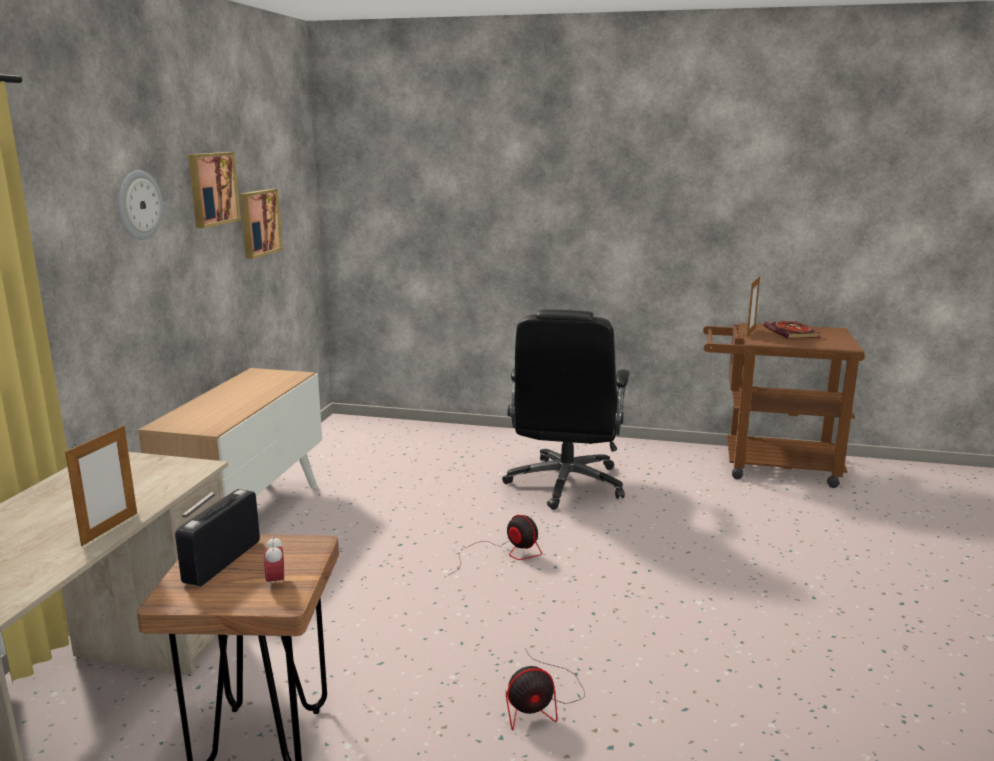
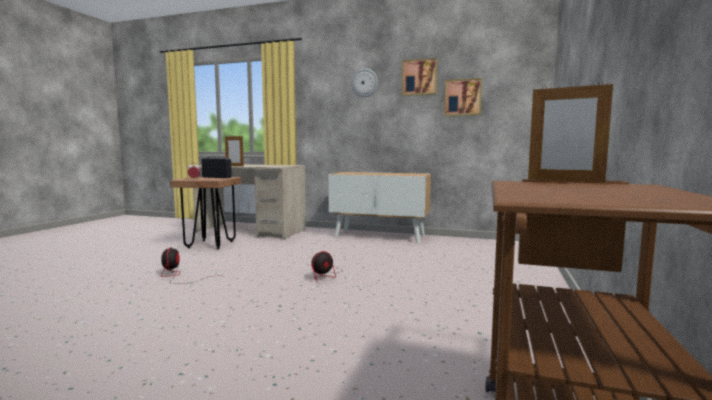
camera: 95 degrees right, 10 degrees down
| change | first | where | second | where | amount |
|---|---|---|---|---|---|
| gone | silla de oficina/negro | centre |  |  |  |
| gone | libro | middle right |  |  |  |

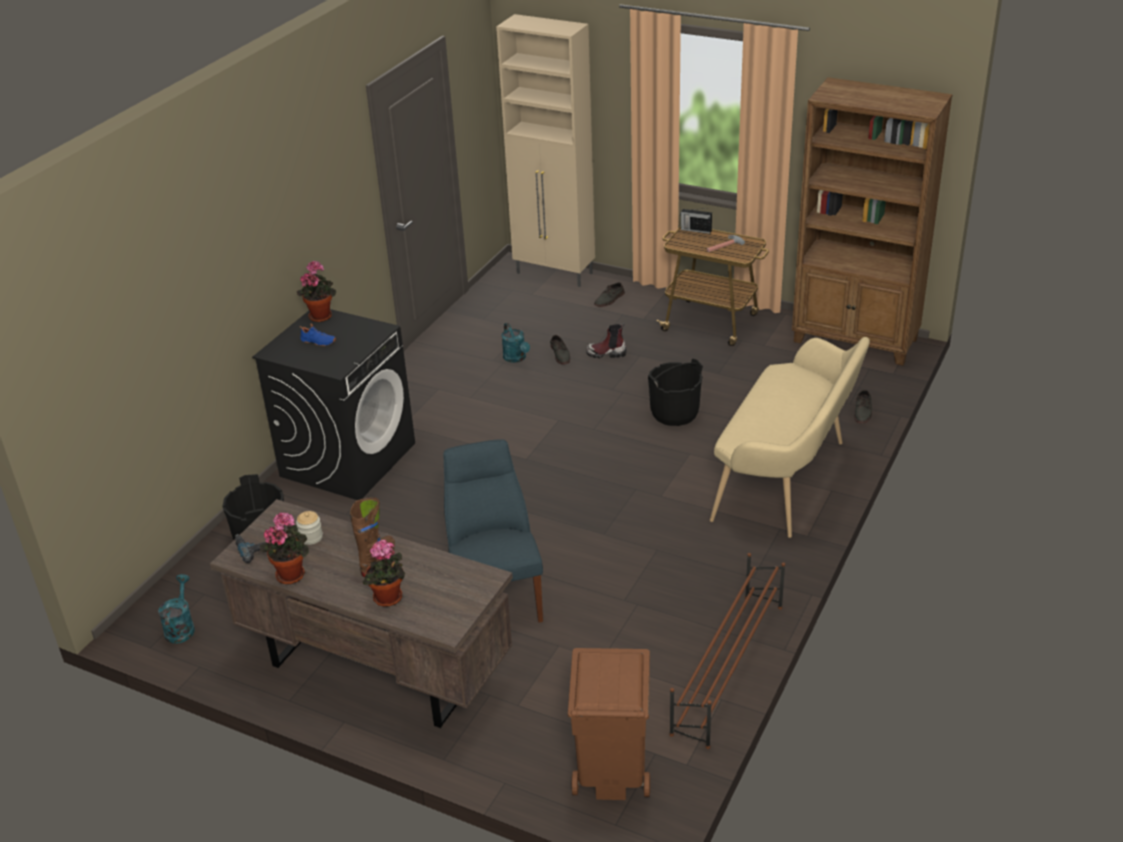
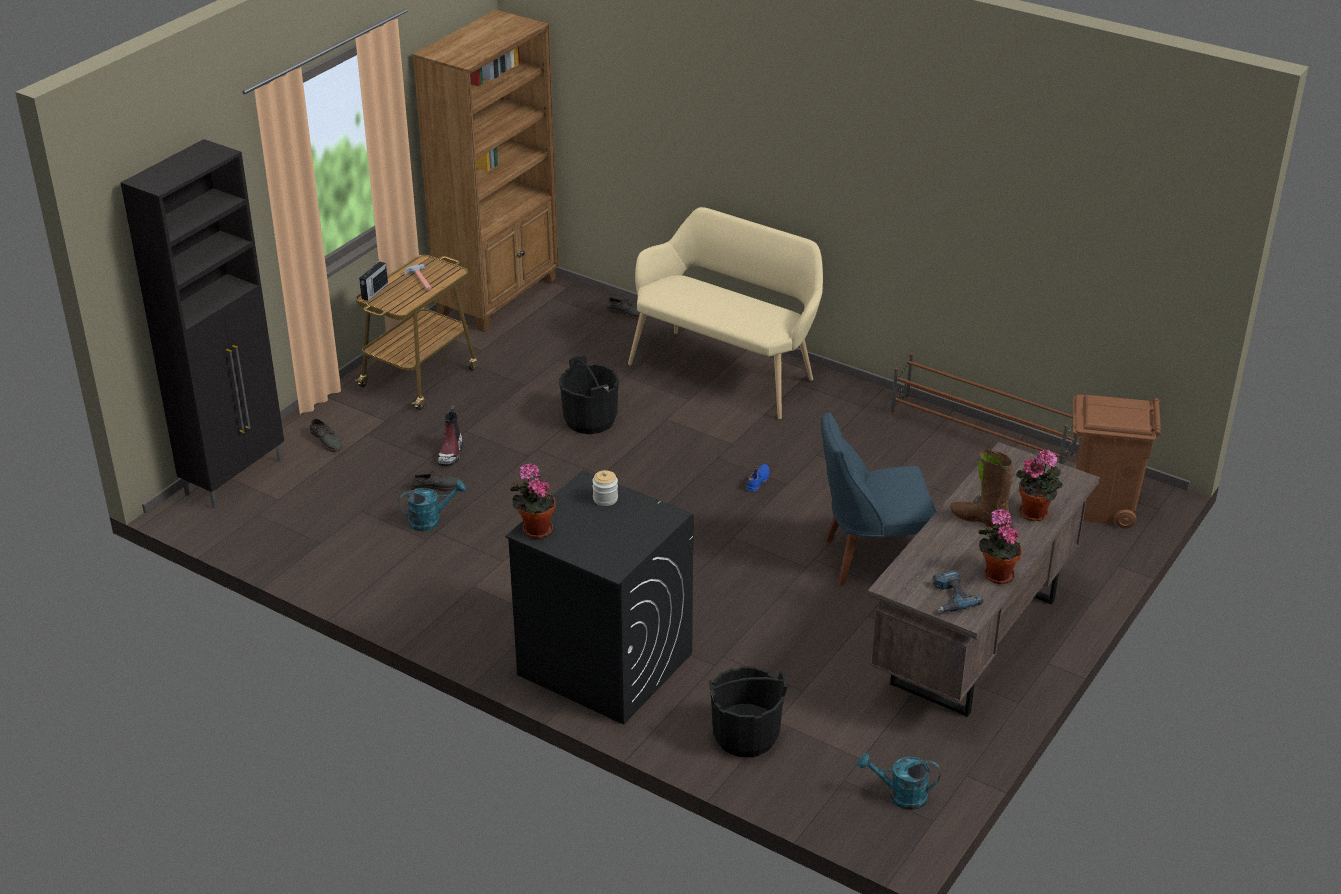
camera: 85 degrees left, 0 degrees up
| change | first | where | second | where | amount |
|---|---|---|---|---|---|
| shifted | tarro | middle left |  | centre |  |
| shifted | zapato/azul | middle left |  | centre |  |
| repainted | armario/beis | top centre | armario/negro | middle left |  |

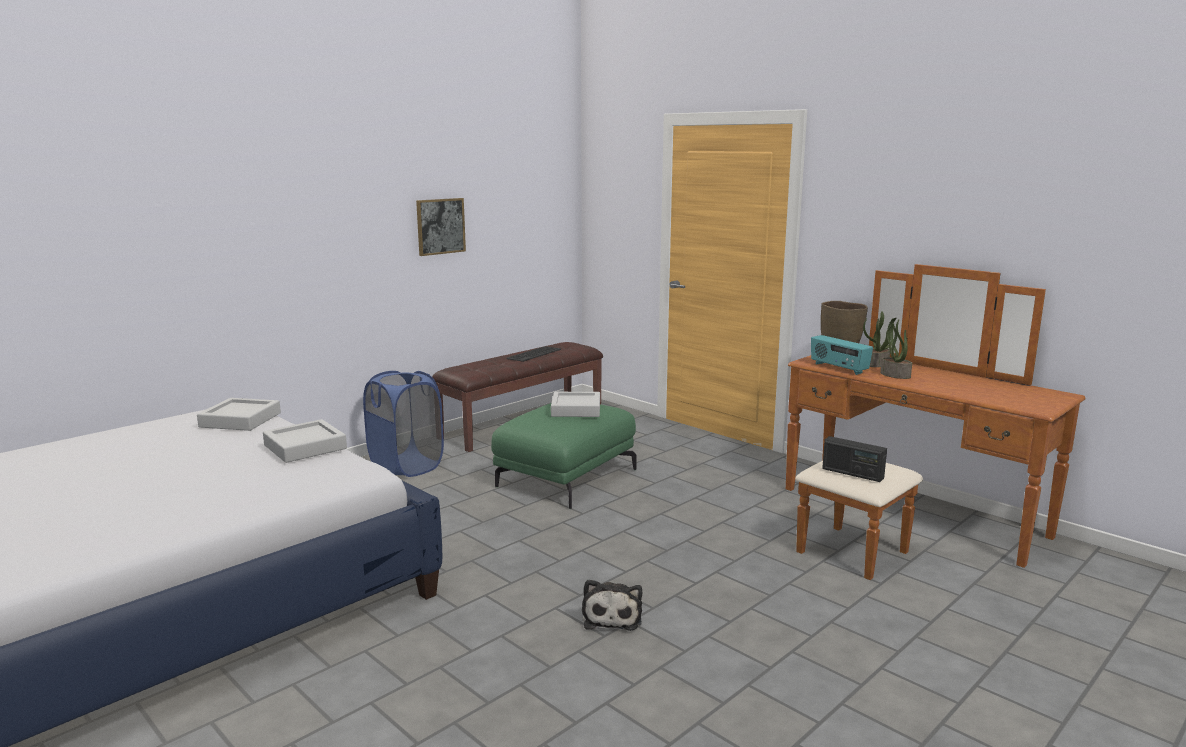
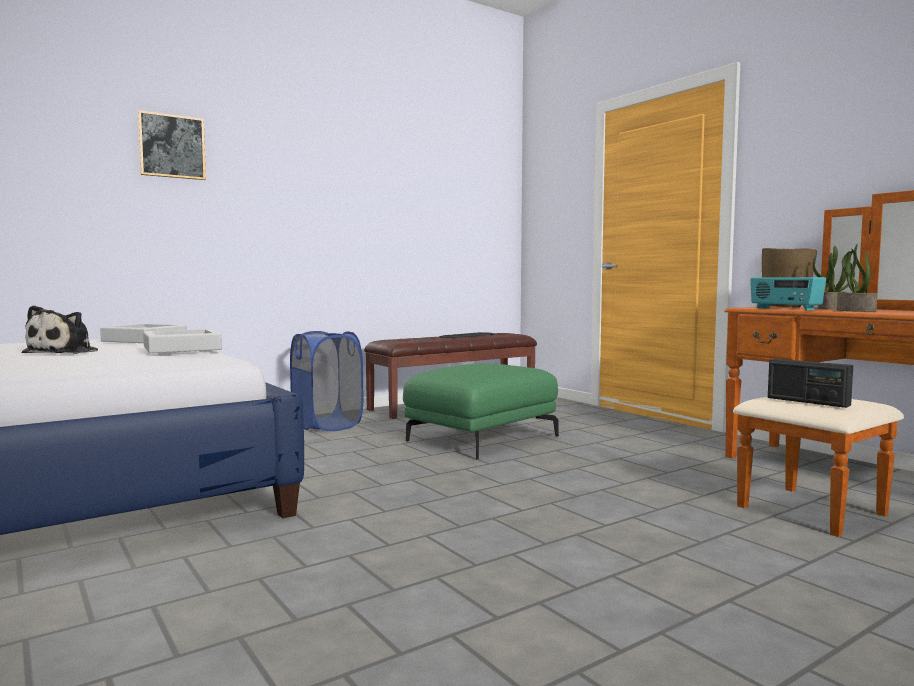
camera: 10 degrees right, 10 degrees down
| change | first | where | second | where | amount |
|---|---|---|---|---|---|
| shifted | cuadro | top centre |  | top left |  |
| gone | bandeja/gris (no. 3 from left) | centre |  |  |  |
| shifted | peluche | bottom centre |  | middle left |  |

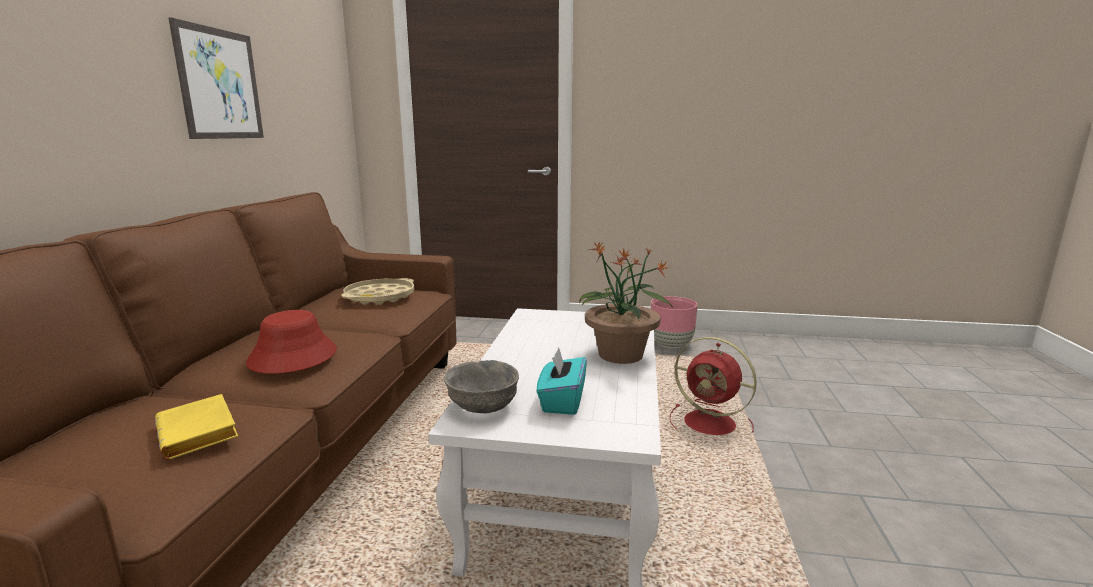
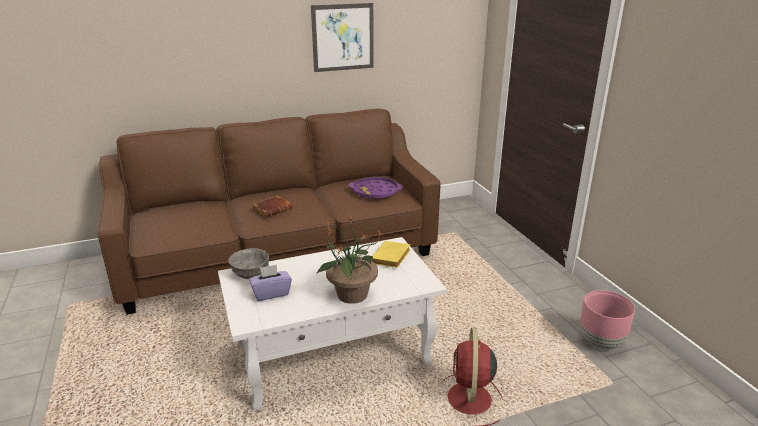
camera: 60 degrees right, 10 degrees up
| change | first | where | second | where | amount |
|---|---|---|---|---|---|
| shifted | libro/amarillo | bottom left |  | centre |  |
| swapped | sombrero/rojo | middle left | libro/marrón | centre |  |
| repainted | bandeja/beis | centre | bandeja/morado | centre |  |
| repainted | caja de pañuelos/turquesa | centre | caja de pañuelos/morado | centre |  |

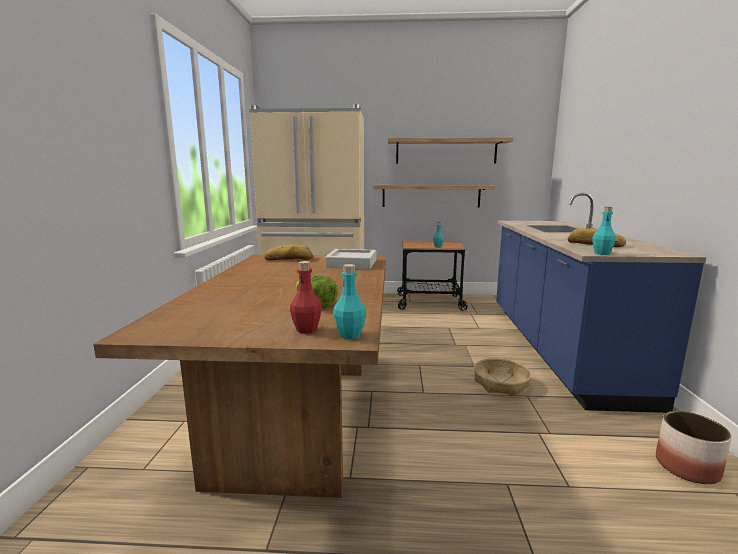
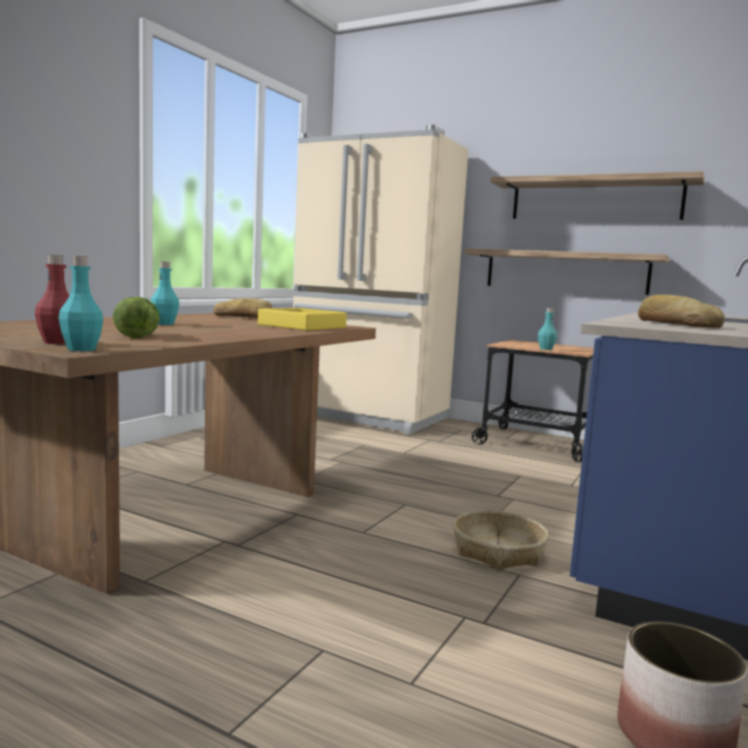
camera: 25 degrees right, 5 degrees down
| change | first | where | second | where | amount |
|---|---|---|---|---|---|
| repainted | bandeja/gris | centre | bandeja/amarillo | centre |  |
| shifted | botella/turquesa (no. 3 from left in the first image) | middle right | botella/turquesa (no. 2 from left) | middle left |  |

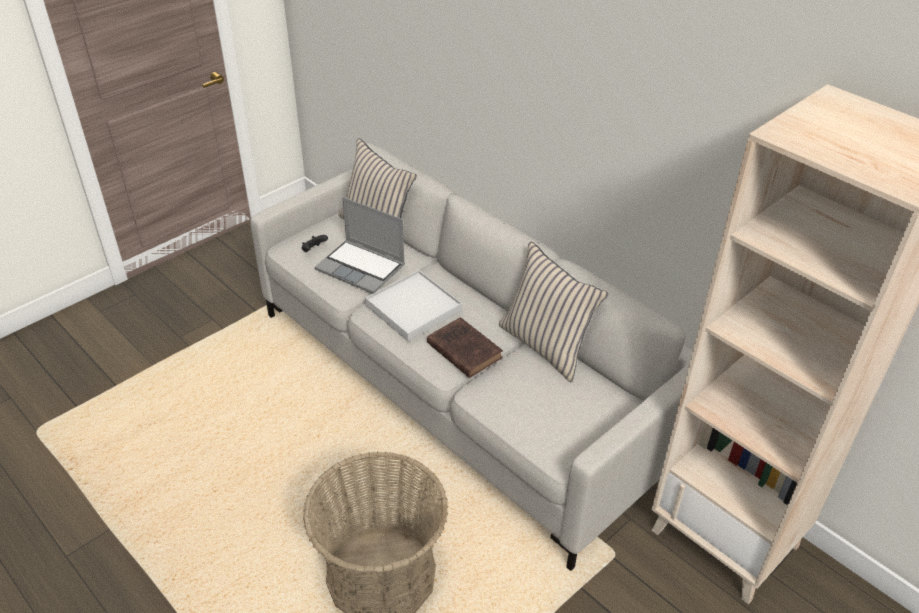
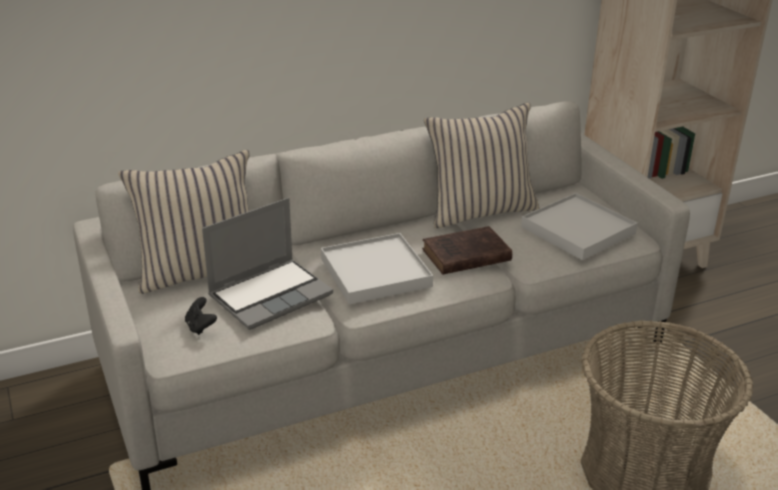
camera: 70 degrees left, 10 degrees down
| change | first | where | second | where | amount |
|---|---|---|---|---|---|
| new |  |  | bandeja/blanco (no. 2 from left) | middle right |  |

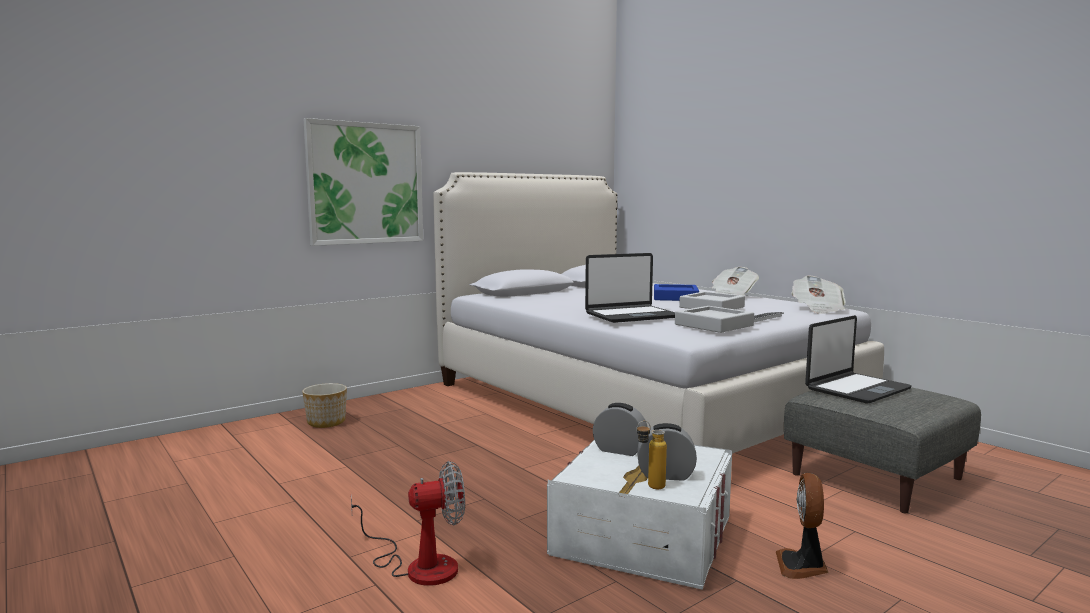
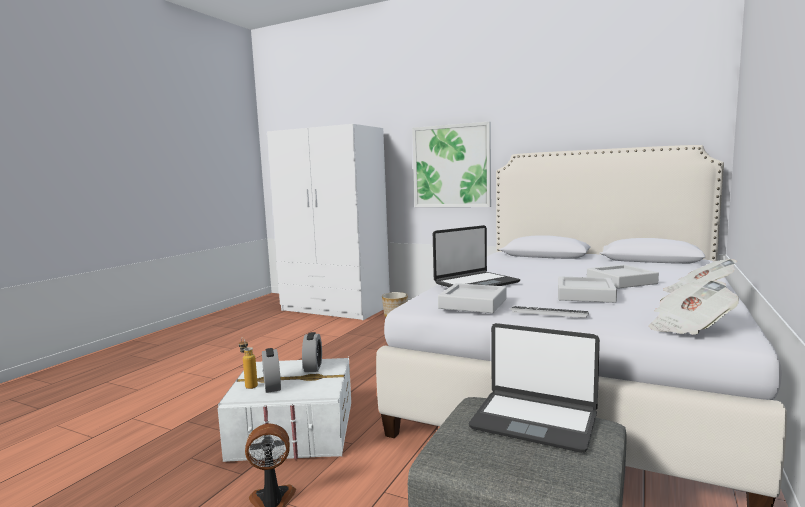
camera: 65 degrees right, 0 degrees up
| change | first | where | second | where | amount |
|---|---|---|---|---|---|
| gone | ventilador (no. 1 from left) | bottom centre |  |  |  |
| rotated | portátil (no. 1 from left) | centre |  | centre | 75 degrees counterclockwise |
| repainted | bandeja/azul | centre | bandeja/gris (no. 3 from left) | middle right |  |
| new |  |  | armario ropero/blanco | centre |  |

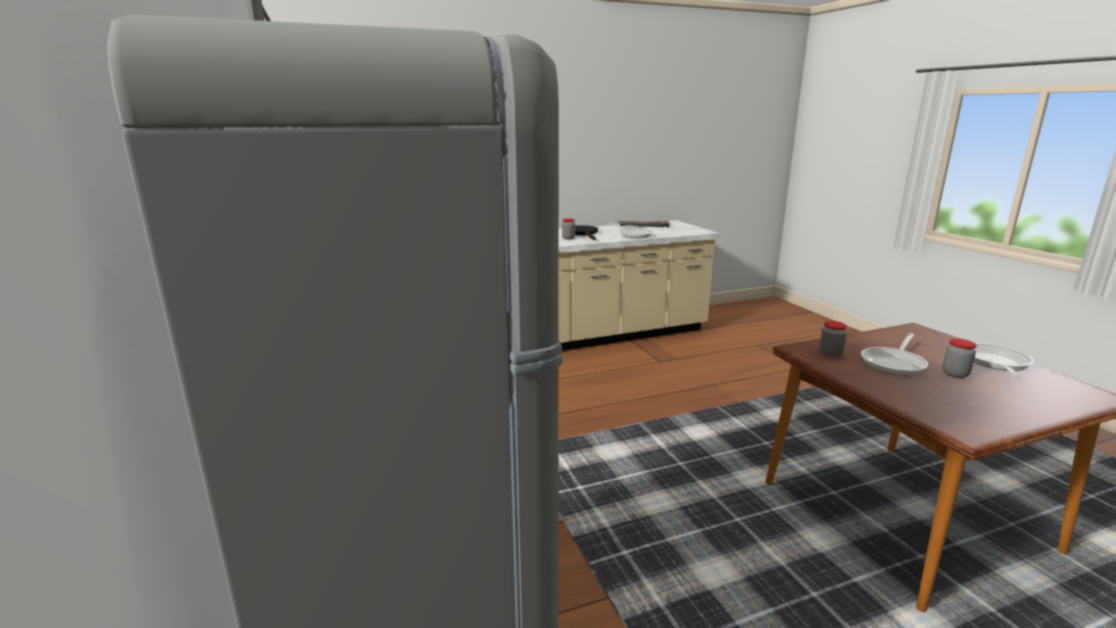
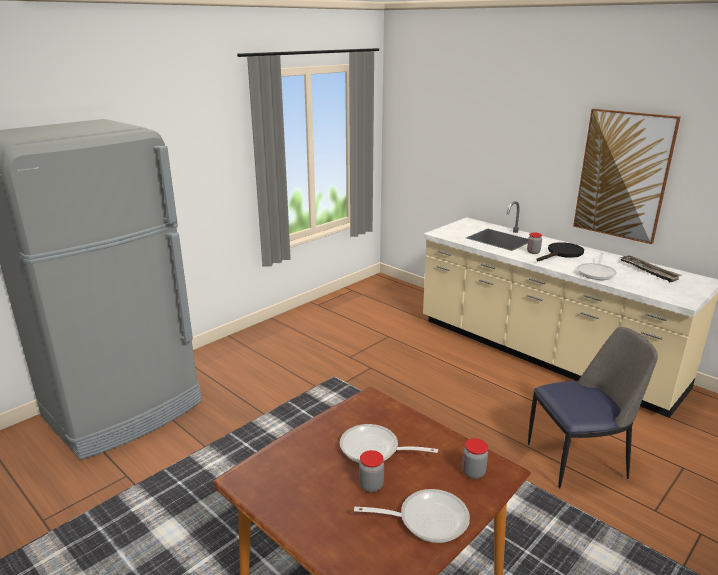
camera: 65 degrees right, 5 degrees up
| change | first | where | second | where | amount |
|---|---|---|---|---|---|
| shifted | tarro (no. 2 from left) | middle right |  | bottom centre |  |
| new |  |  | silla | bottom right |  |
| new |  |  | cuadro | top right |  |

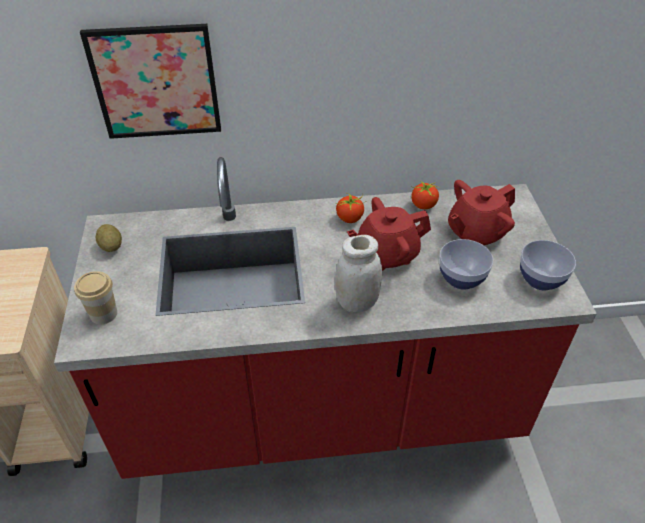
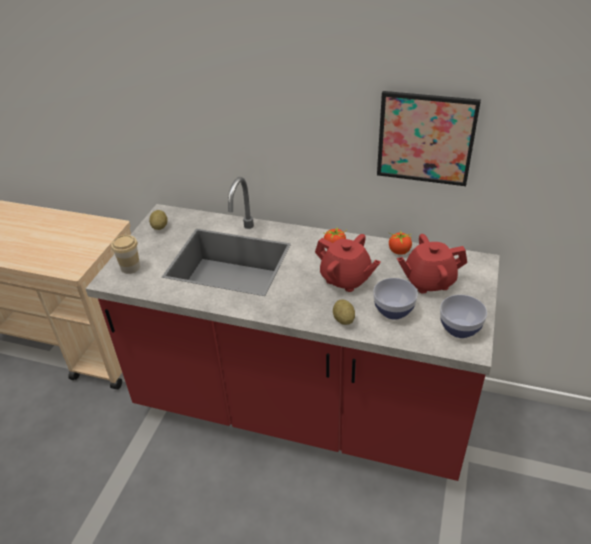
camera: 25 degrees right, 5 degrees down
| change | first | where | second | where | amount |
|---|---|---|---|---|---|
| shifted | cuadro | top left |  | top right |  |
| gone | tarro/blanco | centre |  |  |  |
| rotated | tetera/rojo (no. 1 from left) | centre |  | centre | 150 degrees counterclockwise |
| new |  |  | patata (no. 2 from left) | centre |  |

